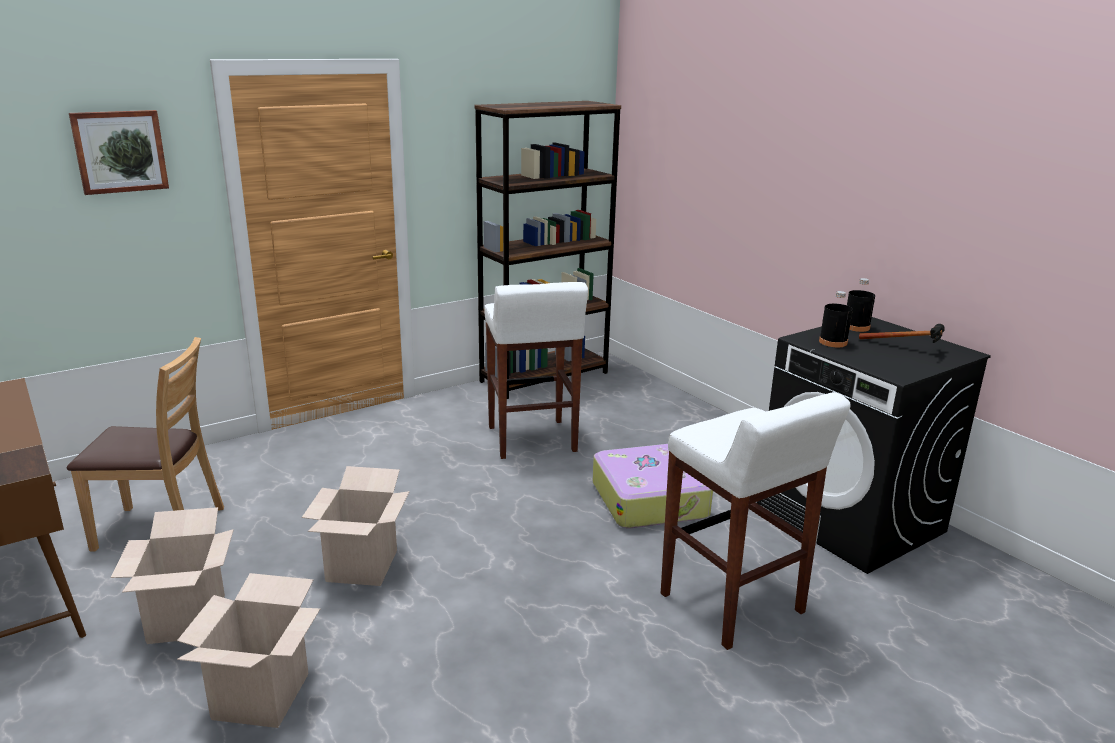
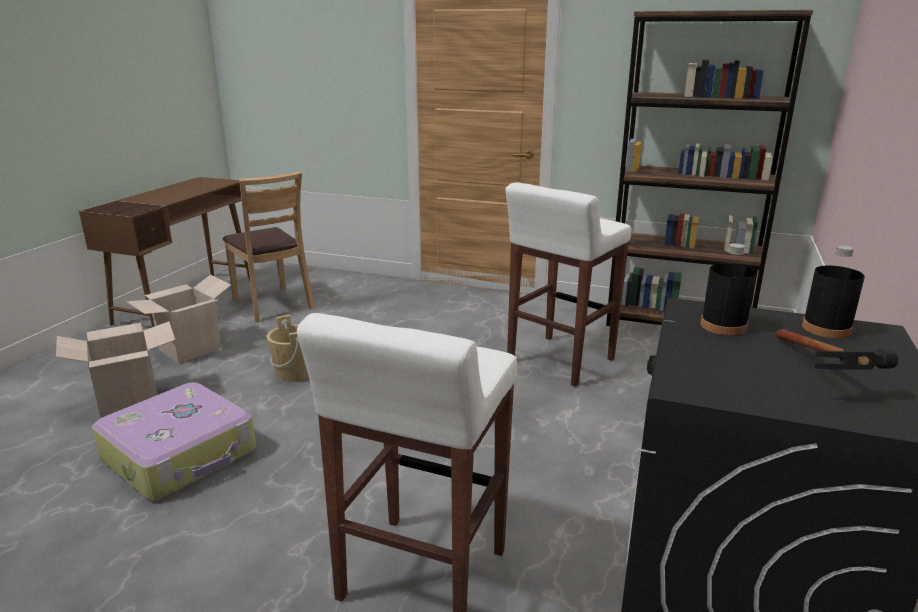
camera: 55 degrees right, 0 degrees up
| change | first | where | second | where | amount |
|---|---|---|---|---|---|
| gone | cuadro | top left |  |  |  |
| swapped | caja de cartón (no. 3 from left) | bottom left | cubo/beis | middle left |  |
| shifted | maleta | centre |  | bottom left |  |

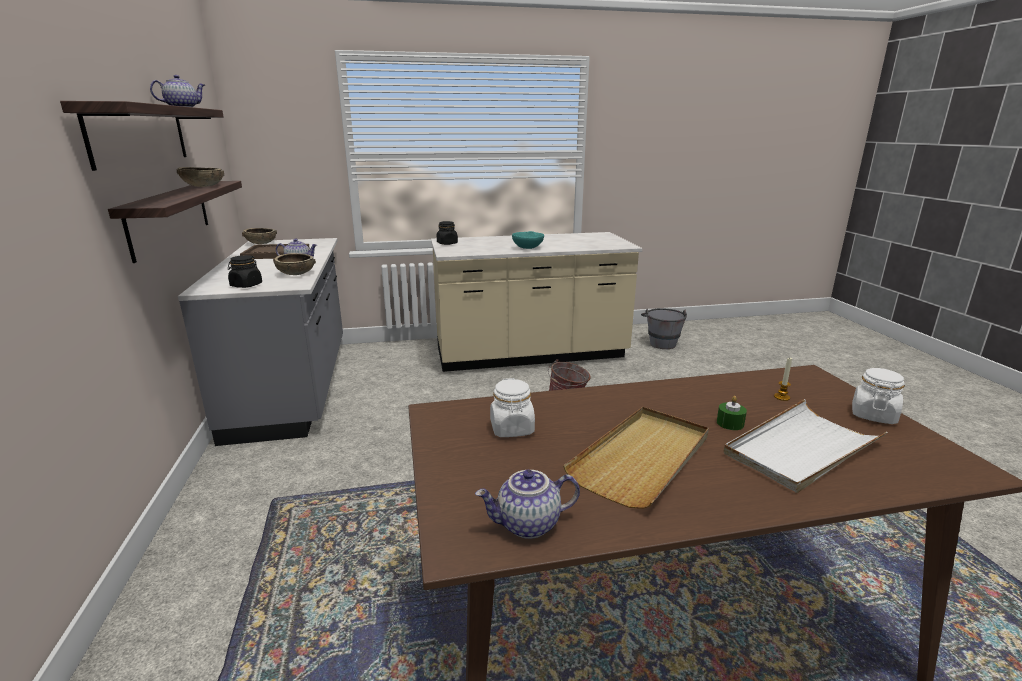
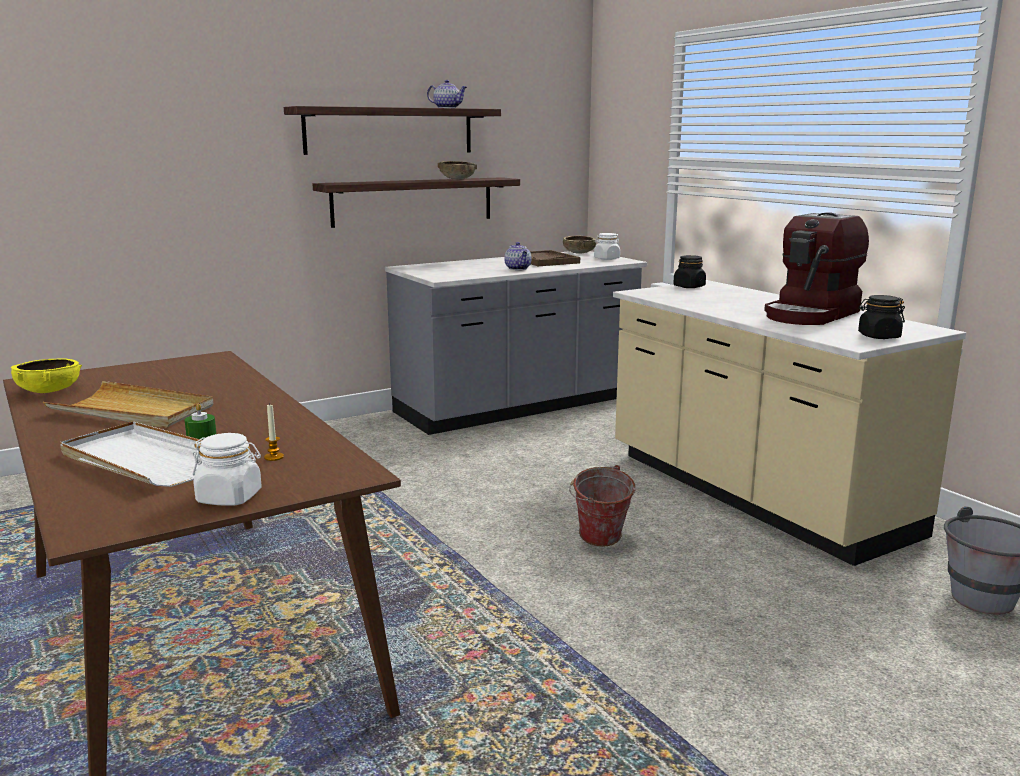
camera: 70 degrees right, 5 degrees down
| change | first | where | second | where | amount |
|---|---|---|---|---|---|
| shifted | tarro/negro (no. 1 from left in the first image) | middle left | tarro/negro (no. 2 from left) | middle right |  |
| gone | cuenco/marrón (no. 3 from left) | middle left |  |  |  |
| swapped | tetera (no. 3 from left) | bottom centre | cuenco/amarillo | middle left |  |
| shifted | tarro/blanco (no. 1 from left in the first image) | centre | tarro/blanco (no. 2 from left) | top centre |  |
| gone | cuenco/turquesa | centre |  |  |  |
| new |  |  | cafetera | middle right |  |

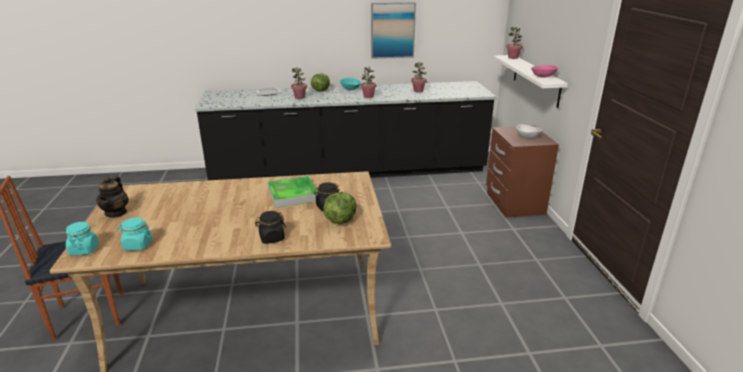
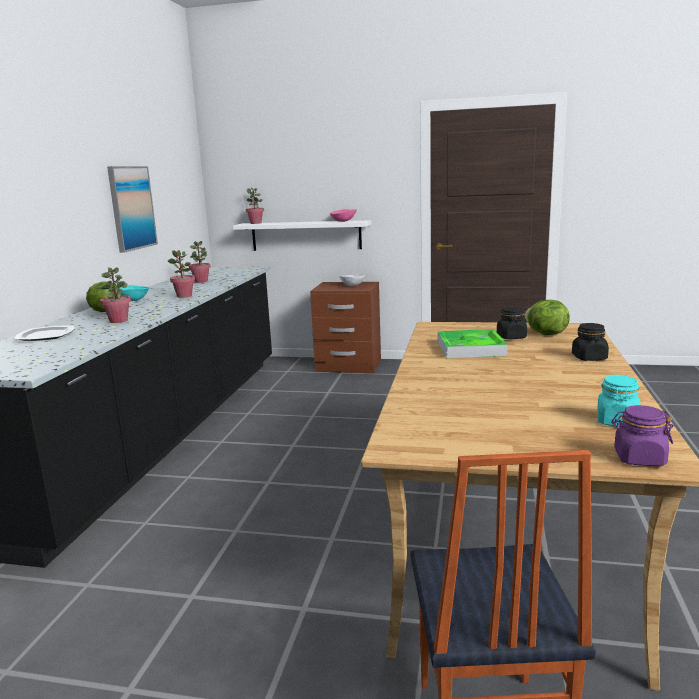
camera: 70 degrees left, 10 degrees down
| change | first | where | second | where | amount |
|---|---|---|---|---|---|
| repainted | tarro/turquesa (no. 1 from left) | middle left | tarro/morado | middle right |  |
| gone | tetera | middle left |  |  |  |

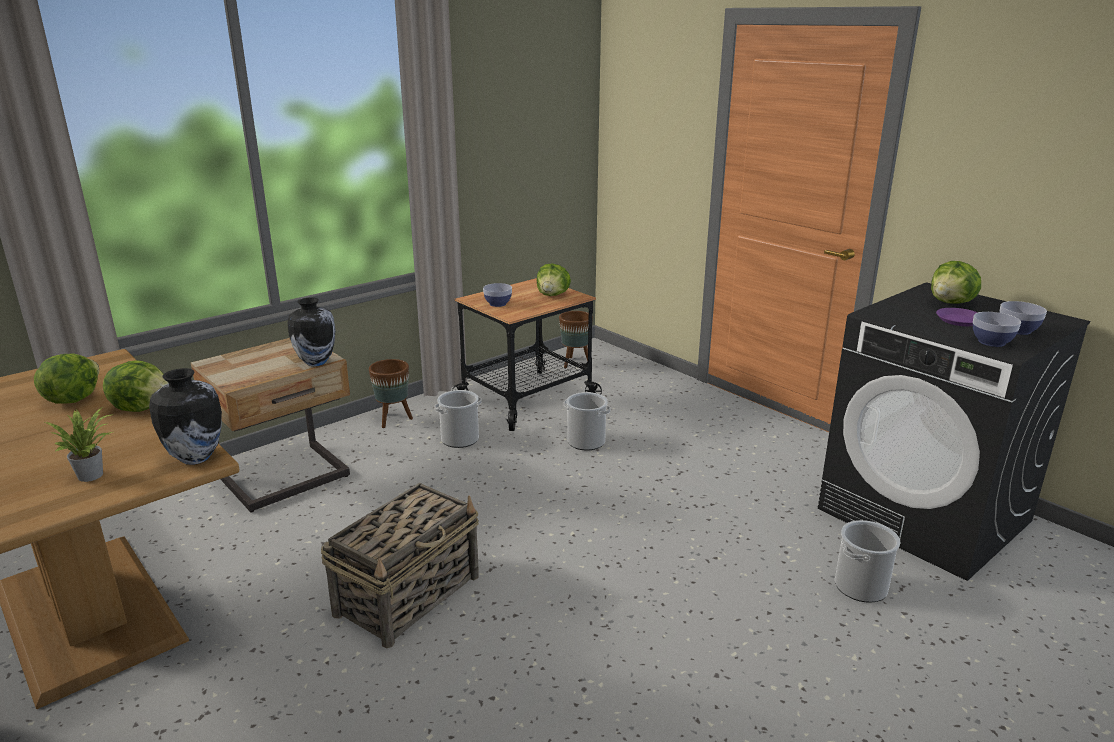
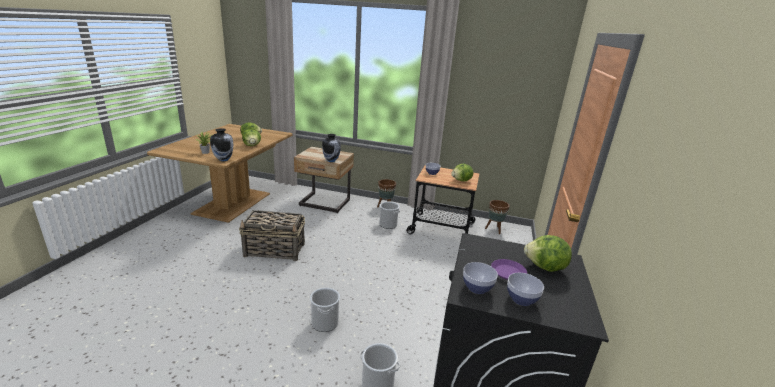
camera: 55 degrees right, 0 degrees up
| change | first | where | second | where | amount |
|---|---|---|---|---|---|
| shifted | cubo (no. 2 from left in the first image) | centre | cubo (no. 1 from left) | bottom centre |  |

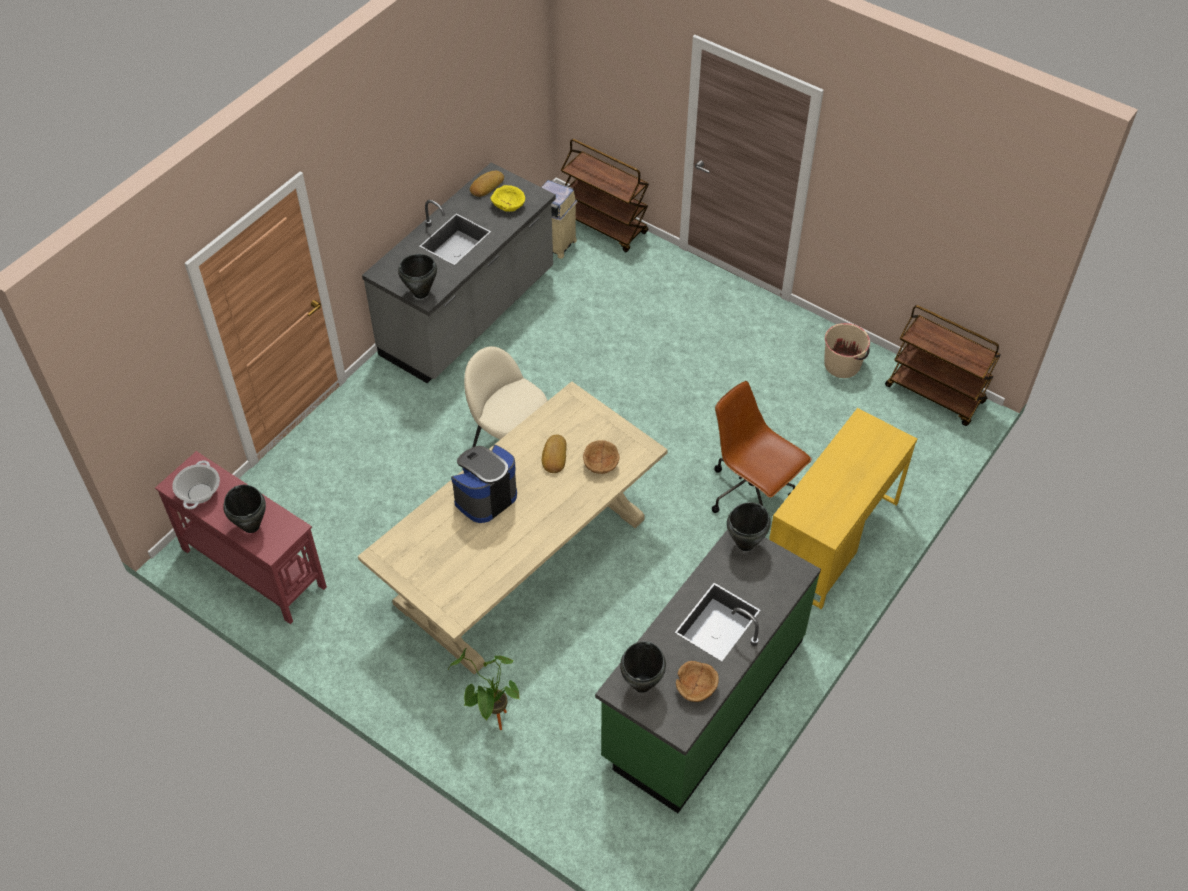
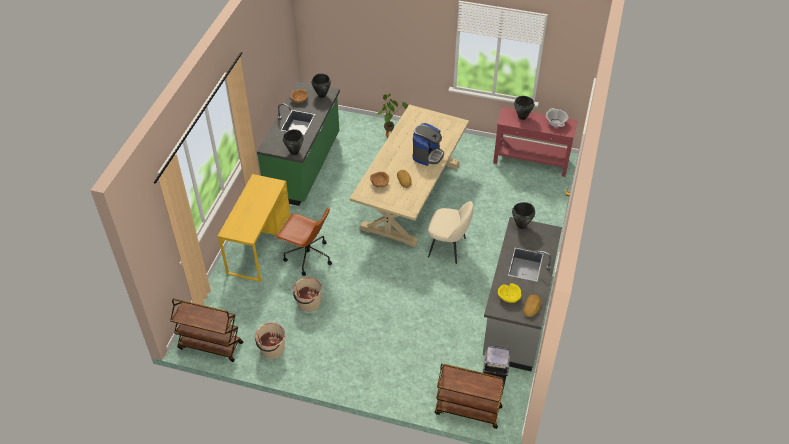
camera: 160 degrees right, 5 degrees down
| change | first | where | second | where | amount |
|---|---|---|---|---|---|
| new |  |  | cubo/beis (no. 2 from left) | centre |  |

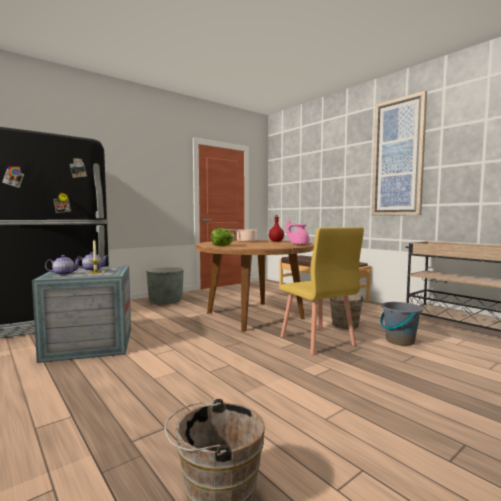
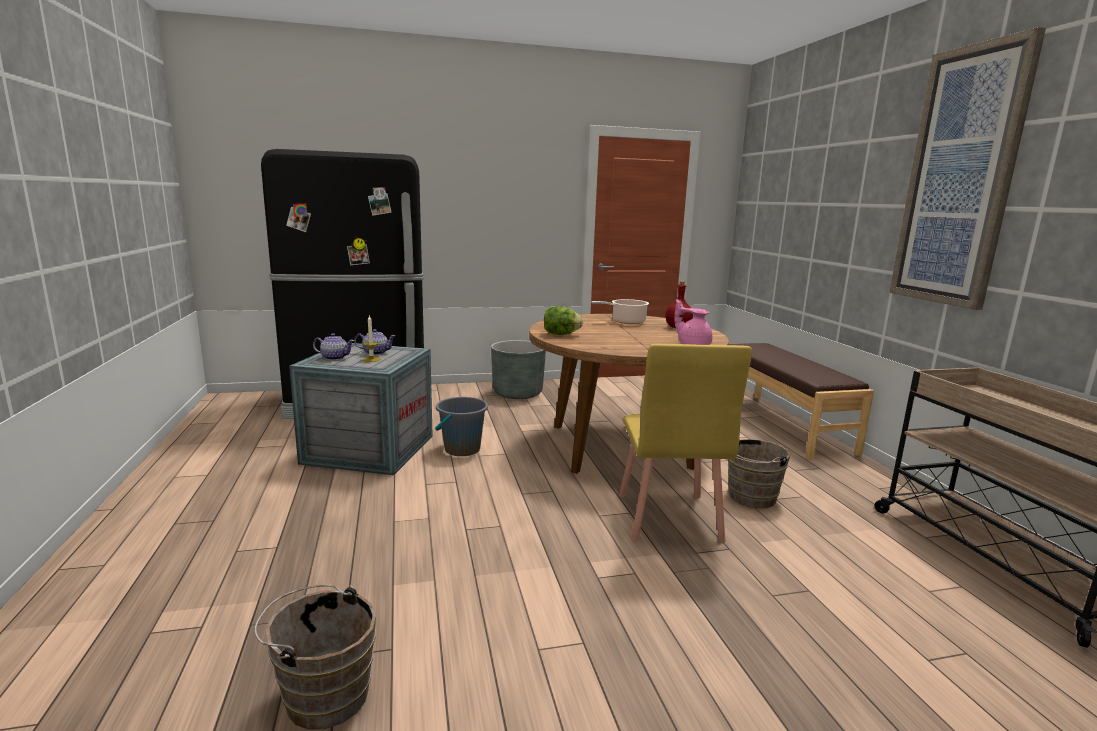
camera: 25 degrees right, 10 degrees up
| change | first | where | second | where | amount |
|---|---|---|---|---|---|
| shifted | cubo/gris | middle right |  | centre |  |

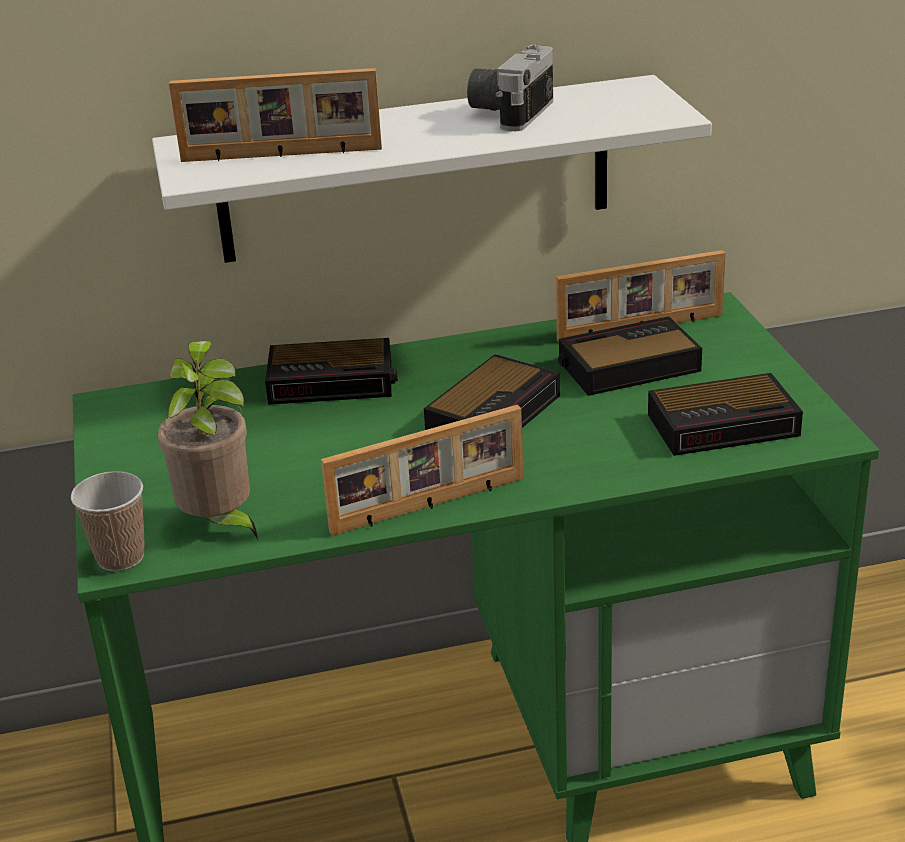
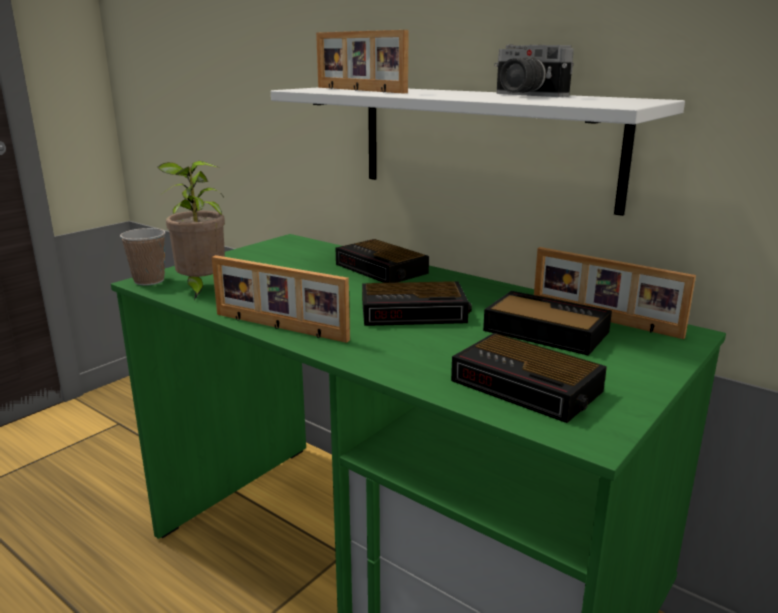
camera: 50 degrees right, 10 degrees down
| change | first | where | second | where | amount |
|---|---|---|---|---|---|
| rotated | cámara | top centre |  | top right | 120 degrees counterclockwise |

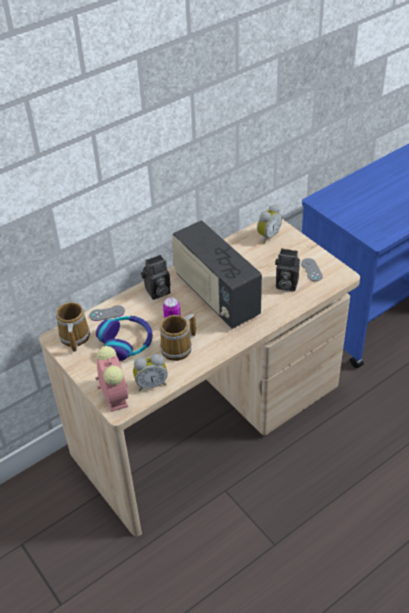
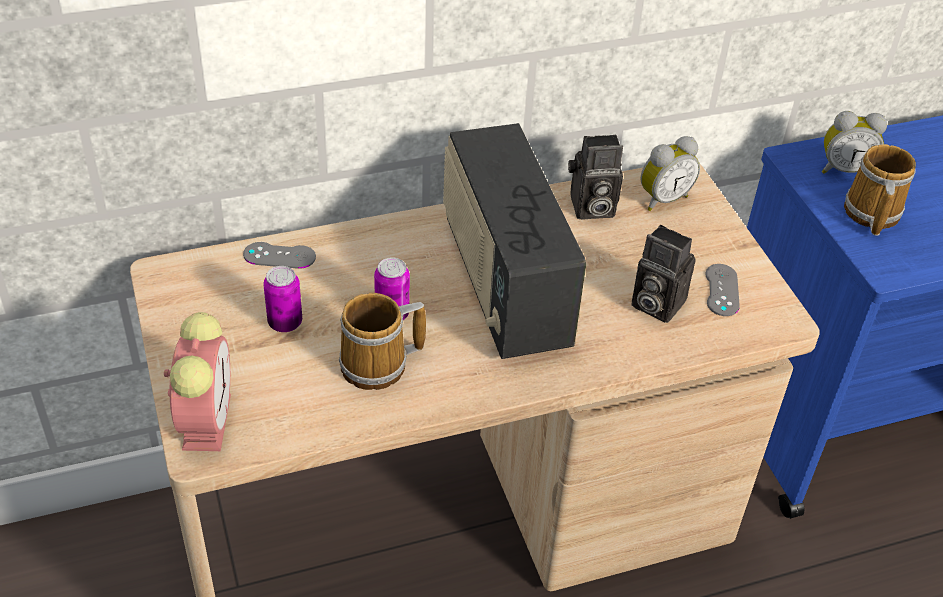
camera: 15 degrees right, 0 degrees up
| change | first | where | second | where | amount |
|---|---|---|---|---|---|
| shifted | taza grande (no. 1 from left in the first image) | middle left | taza grande (no. 2 from left) | top right |  |
| swapped | auriculares | middle left | lata (no. 1 from left) | middle left |  |
| shifted | despertador (no. 2 from left in the first image) | centre | despertador (no. 3 from left) | top right |  |
| shifted | cámara (no. 1 from left) | centre |  | top centre |  |

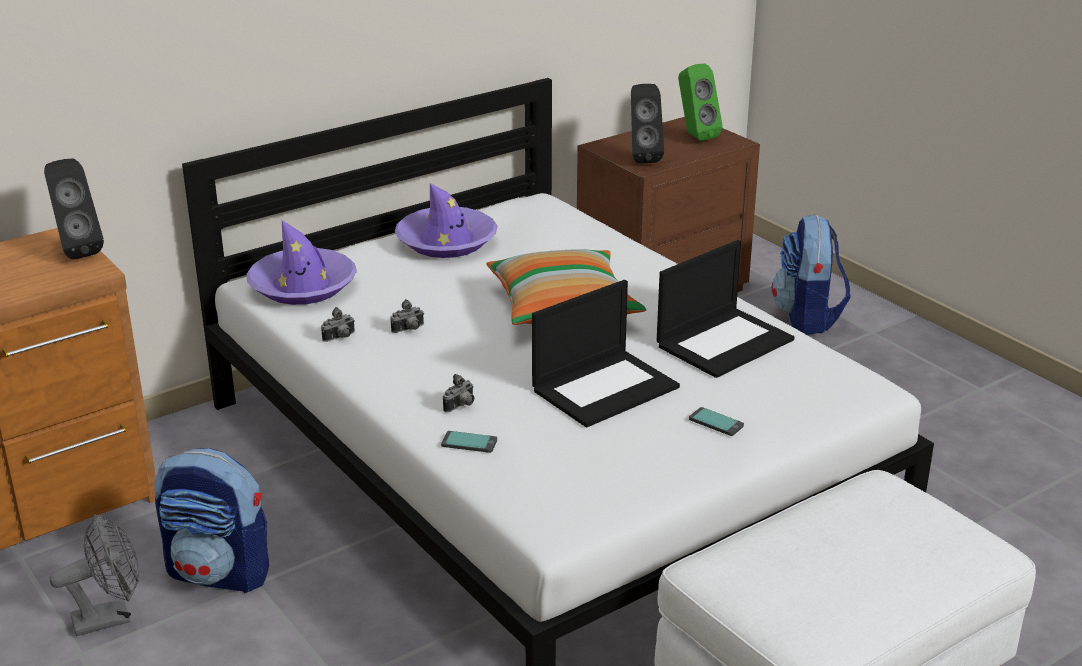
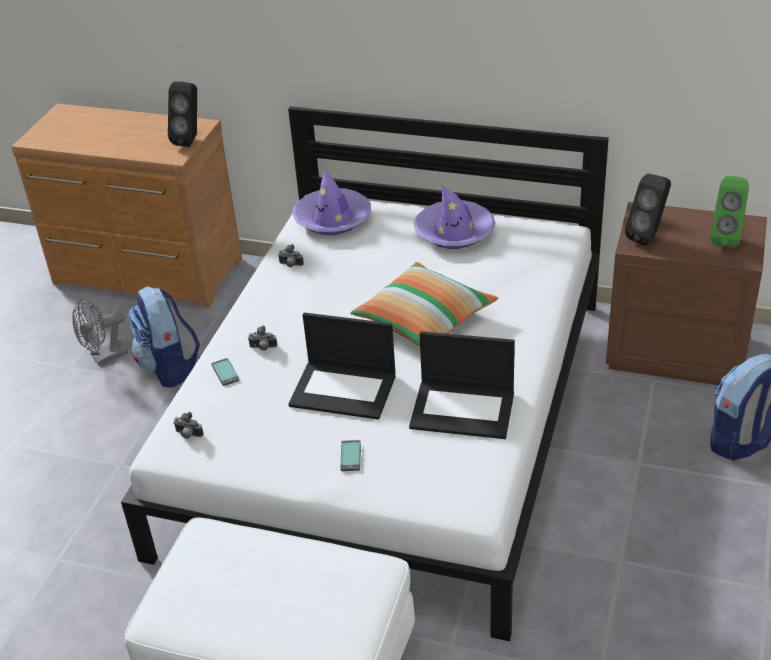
camera: 55 degrees right, 10 degrees up
| change | first | where | second | where | amount |
|---|---|---|---|---|---|
| rotated | ventilador/gris | bottom left |  | middle left | 120 degrees clockwise |
| shifted | cámara (no. 2 from left in the first image) | centre | cámara (no. 1 from left) | middle left |  |

